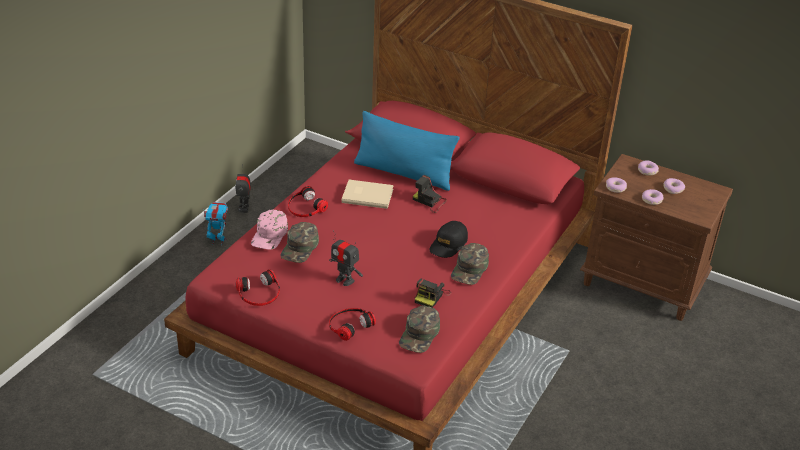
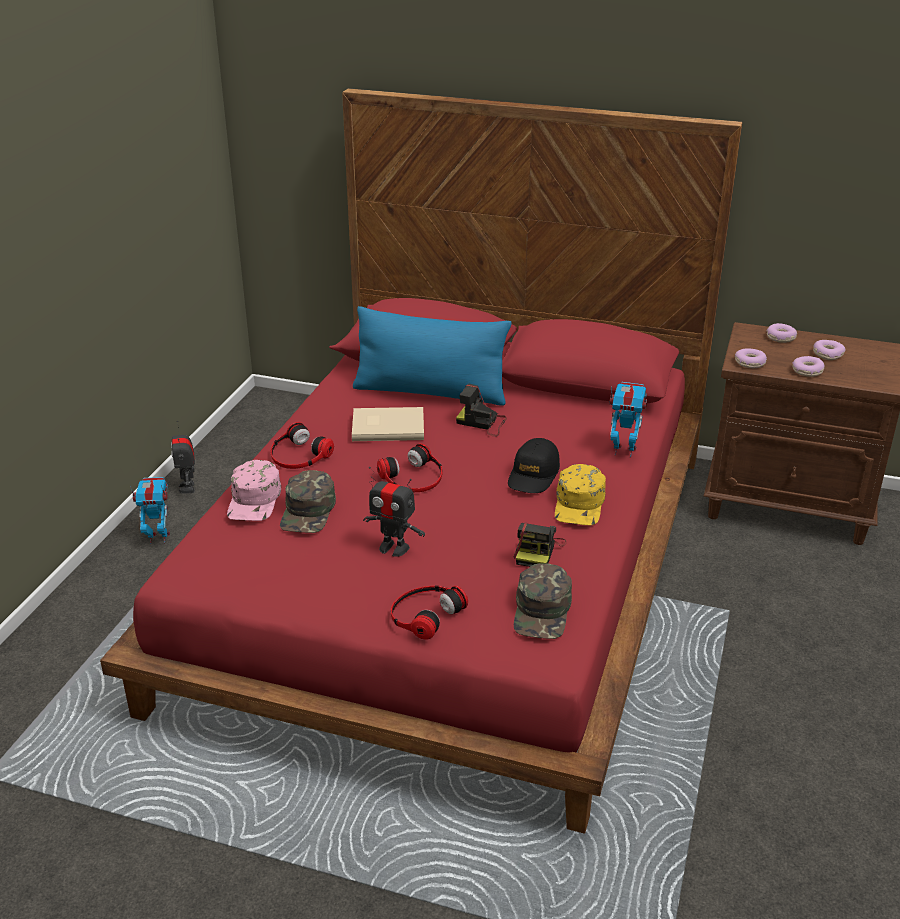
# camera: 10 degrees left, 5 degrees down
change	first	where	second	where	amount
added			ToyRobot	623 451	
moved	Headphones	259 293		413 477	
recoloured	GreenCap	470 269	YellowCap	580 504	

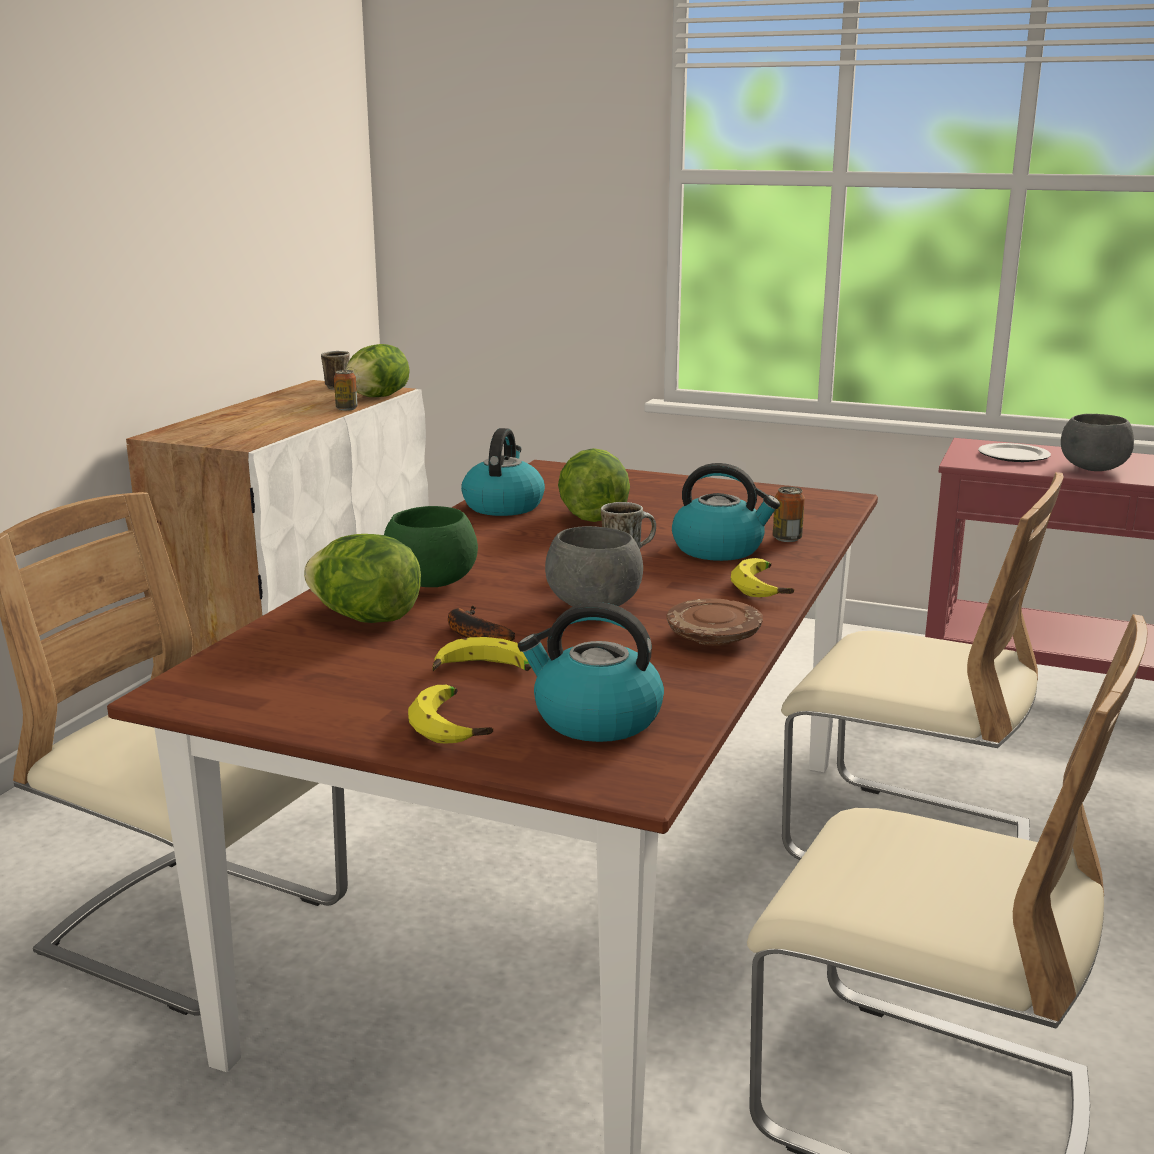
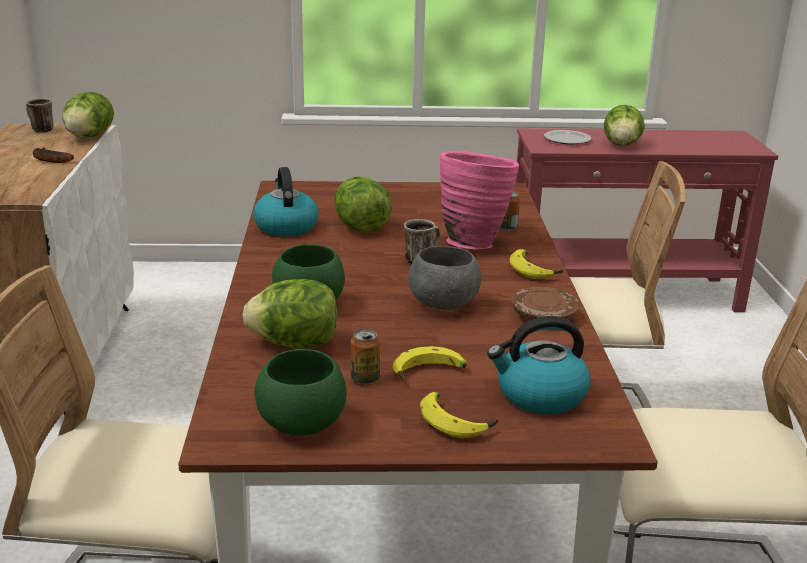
# camera: 25 degrees left, 5 degrees up
change	first	where	second	where	amount
added			GreenBowl	300 425	
moved	Can	346 409		365 379	
moved	Banana	472 633		48 160	
replaced	Kettle	719 549	PinkVase	474 243	
replaced	GreyBowl	1093 469	Lettuce	621 145	

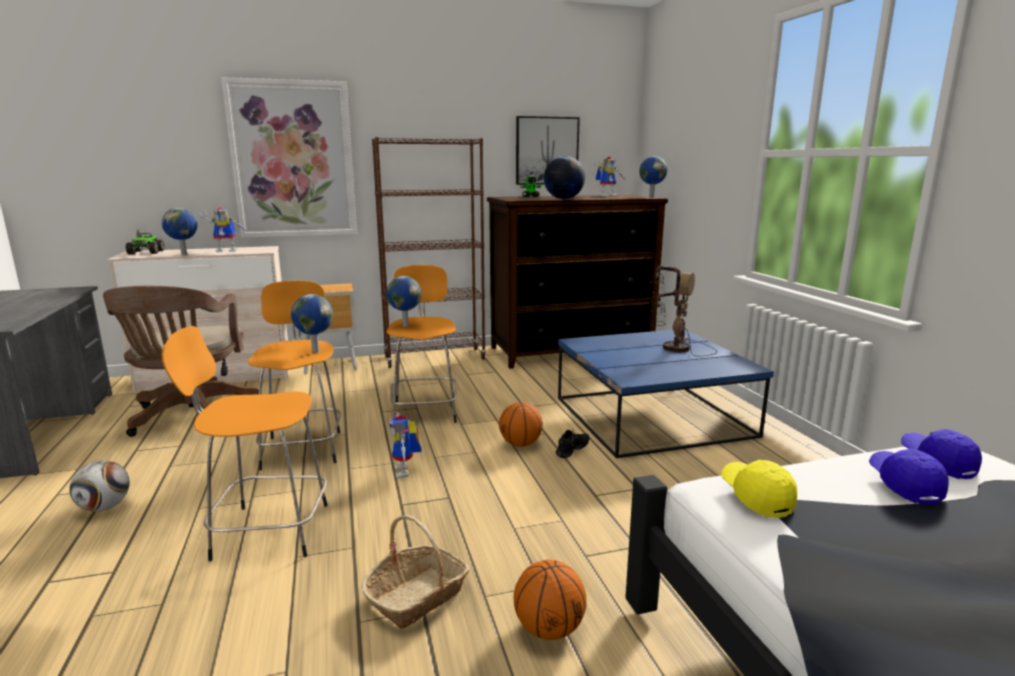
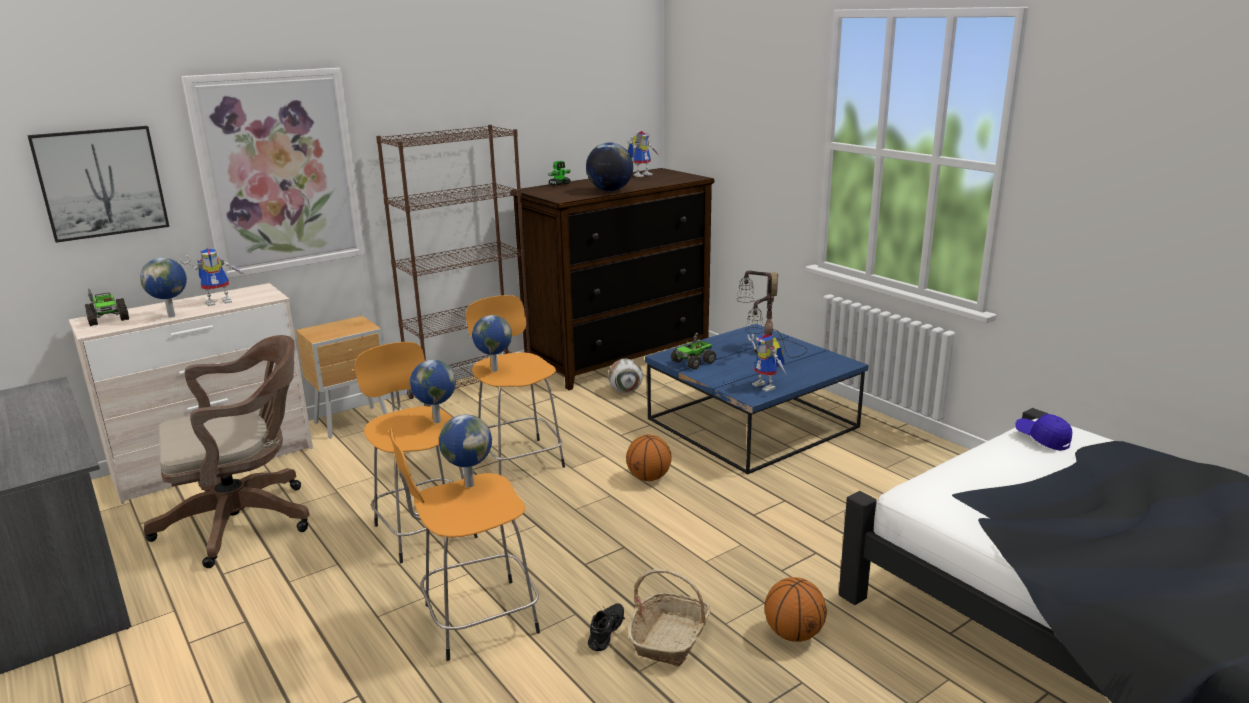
# camera: 20 degrees left, 5 degrees up
change	first	where	second	where	amount
removed	YellowCap	756 496			
removed	BlueCap	904 484			
added			ToyTruck	694 362	
moved	Football	105 507		626 391	
moved	ToyRobot	406 472		768 386	
moved	Picture	546 151		101 182	
moved	BlackShoe	573 451		608 634	
moved	Globe	651 197		469 484	
turned	BrownOfficeChair	192 417		245 520	90 degrees counterclockwise

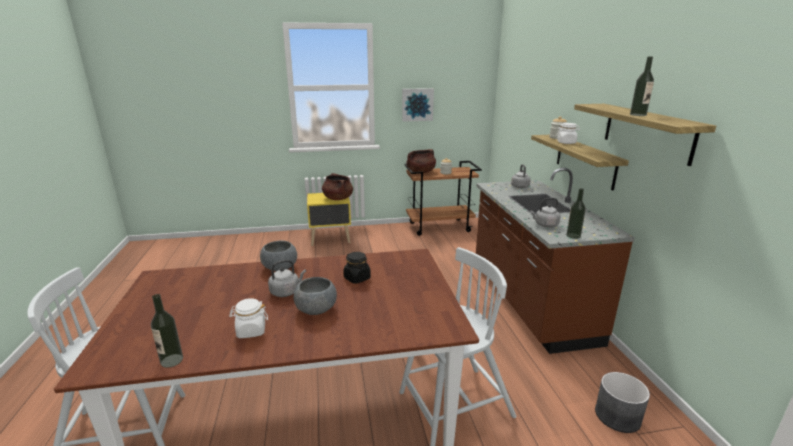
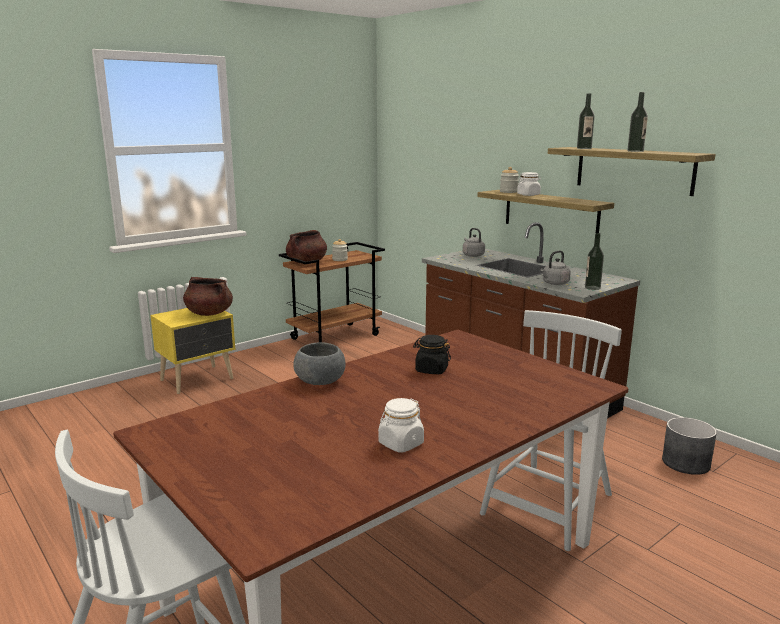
# camera: 30 degrees left, 5 degrees down
change	first	where	second	where	amount
removed	GreyKettle	286 292			
removed	GreyBowl	316 309			
removed	Picture	417 104			
moved	Bottle	172 360		584 148	

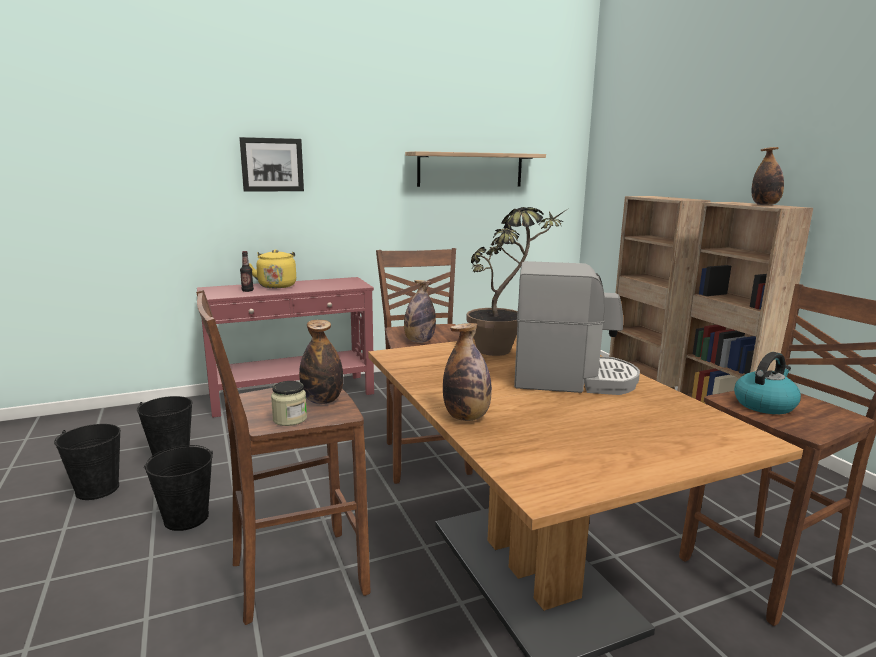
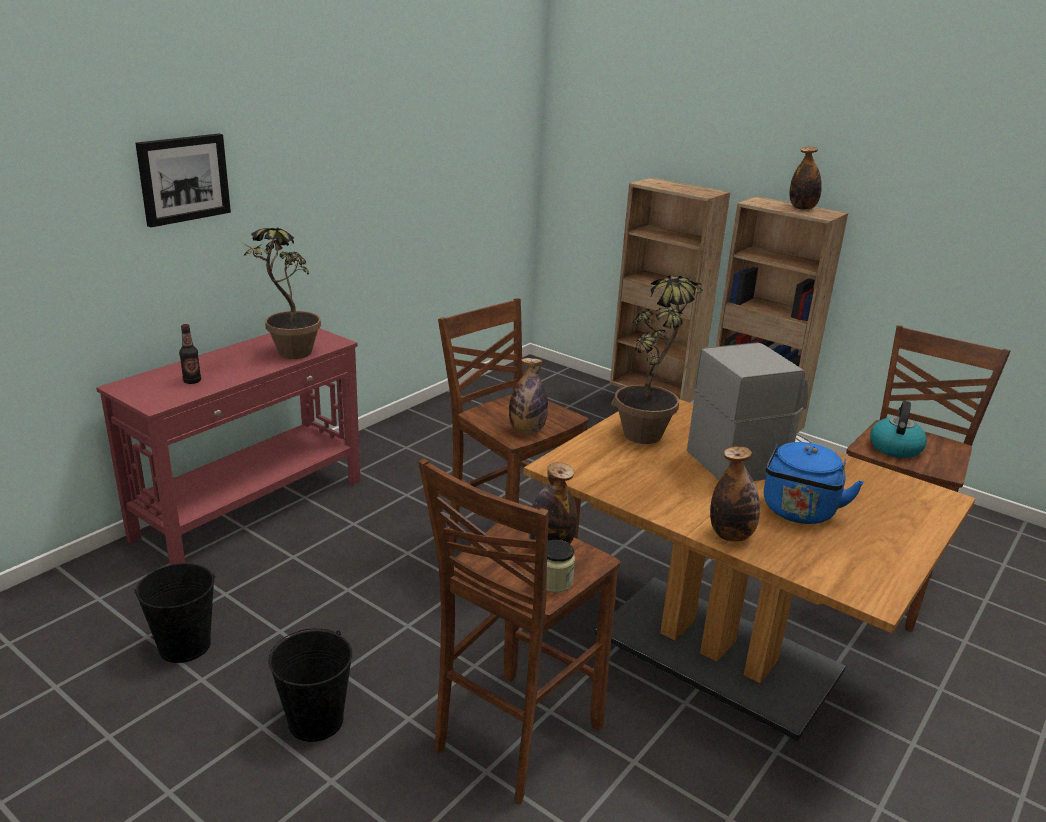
# camera: 30 degrees left, 10 degrees up
change	first	where	second	where	amount
removed	BlackBucket	97 489			
removed	YellowKettle	277 285			
removed	Shelf	470 169			
added			PottedPlant	288 357	
added			BlueKettle	798 513	

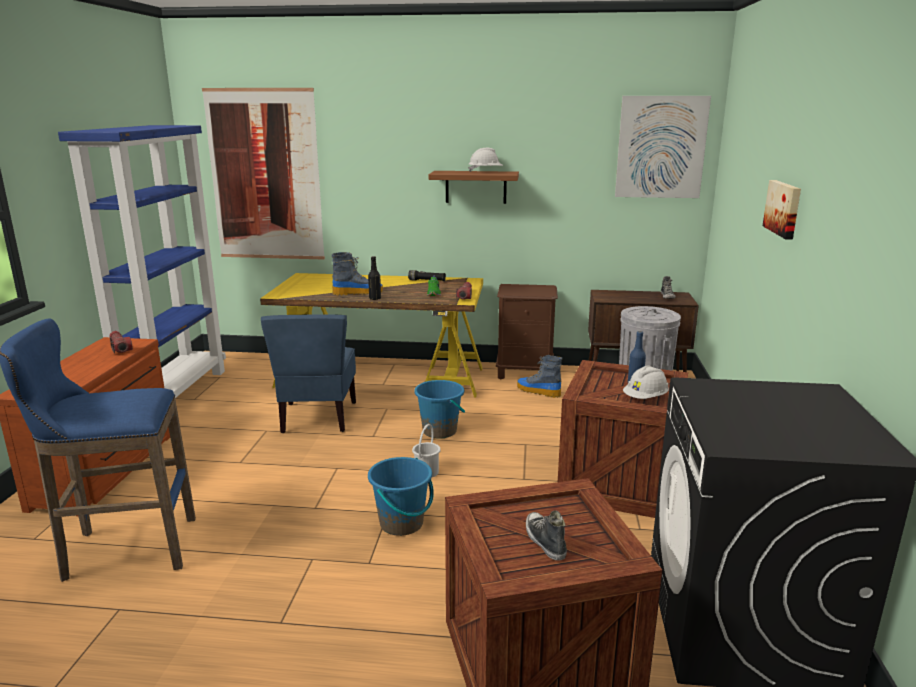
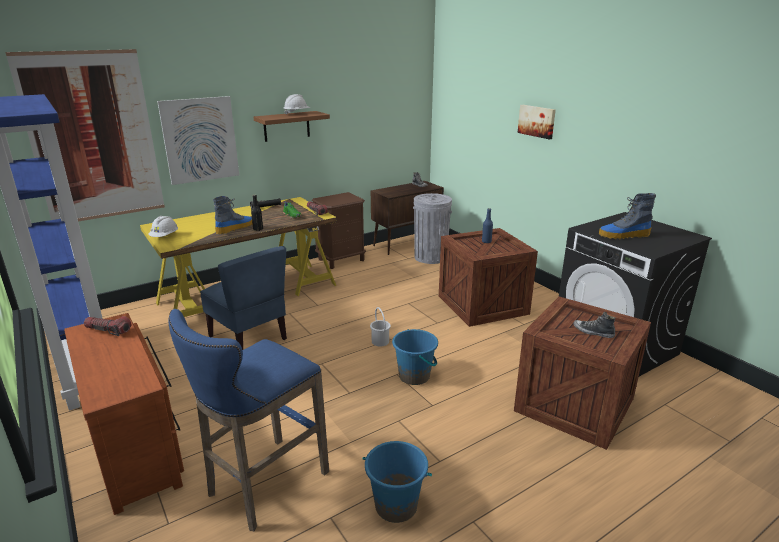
# camera: 40 degrees left, 5 degrees up
change	first	where	second	where	amount
moved	BlueBucket	440 431		396 505	
moved	Boot	537 391		624 235	
moved	Picture	661 147		200 140	
moved	WhiteHardHat	645 398		165 237	

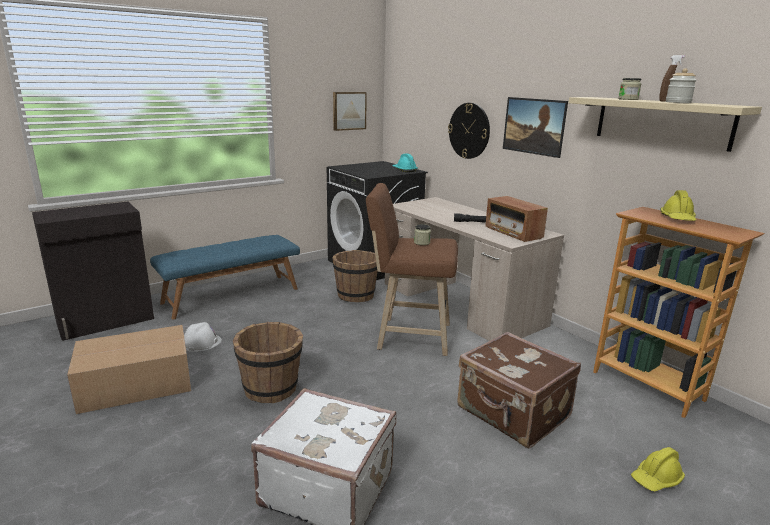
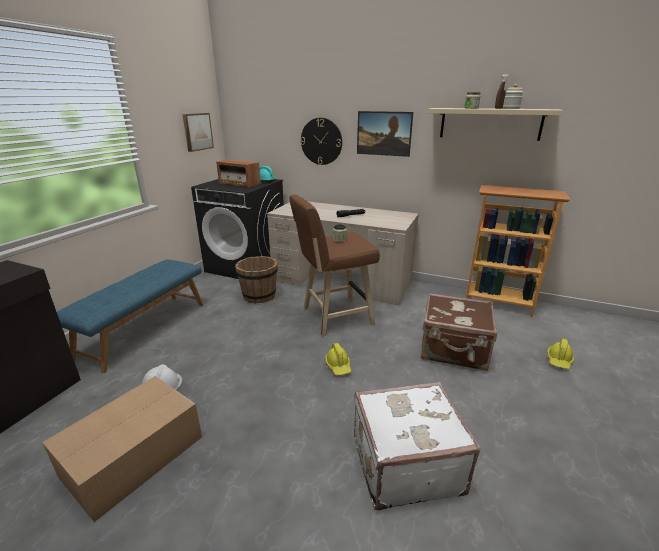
# camera: 30 degrees left, 5 degrees up
change	first	where	second	where	amount
removed	BrownBucket	271 388			
moved	Radio	513 233		239 183	
moved	YellowHardHat	677 219		338 366	

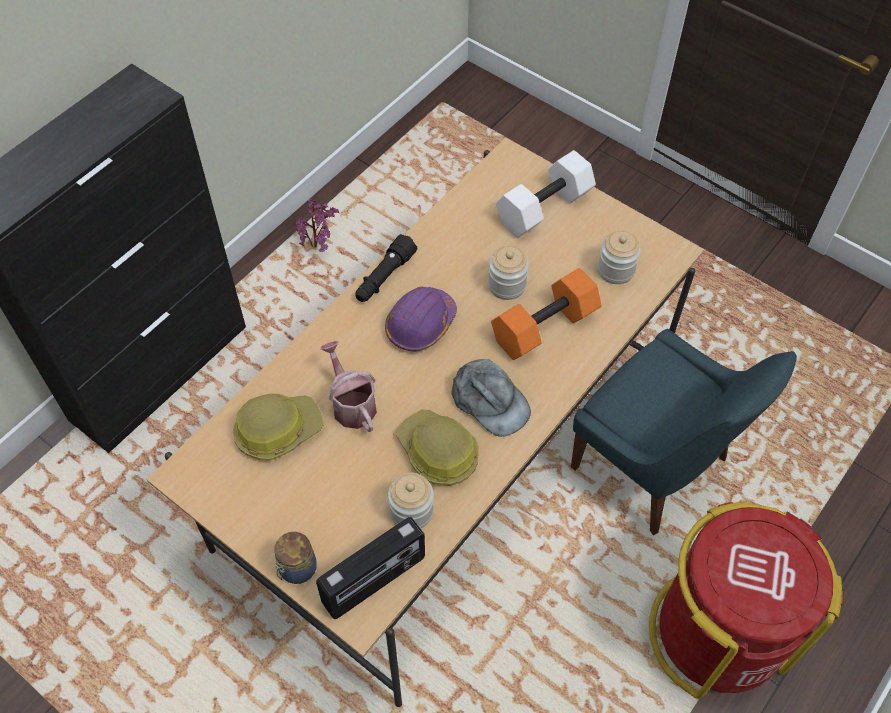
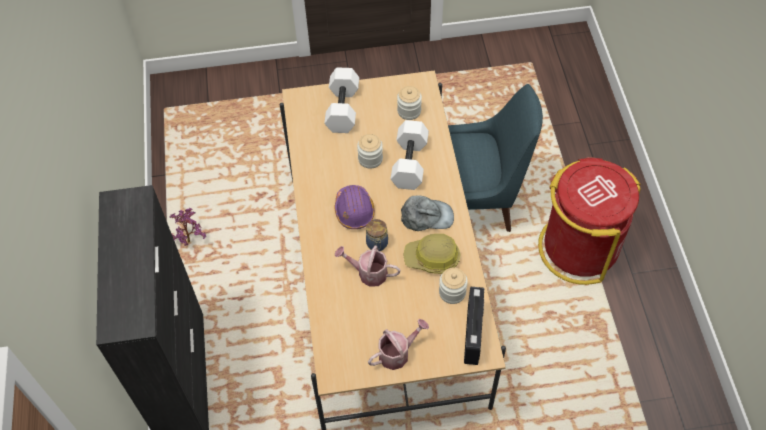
# camera: 45 degrees left, 0 degrees up
change	first	where	second	where	amount
removed	HardHat	277 430			
removed	BlackFlashlight	384 277			
added			WateringCan	397 353	
moved	Jar	296 569		377 244	
recoloured	OrangeDumbbell	544 328	WhiteDumbbell	410 164	

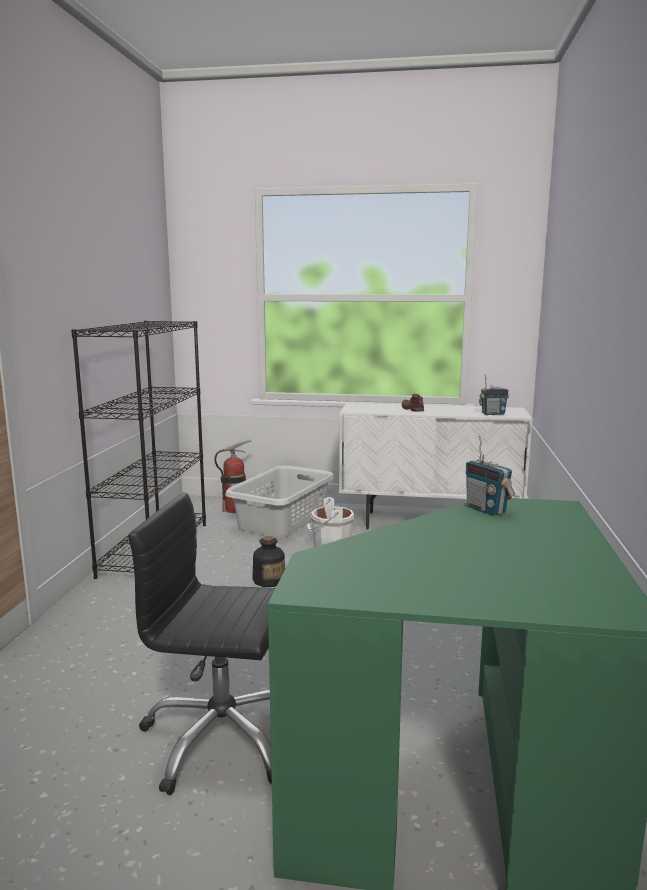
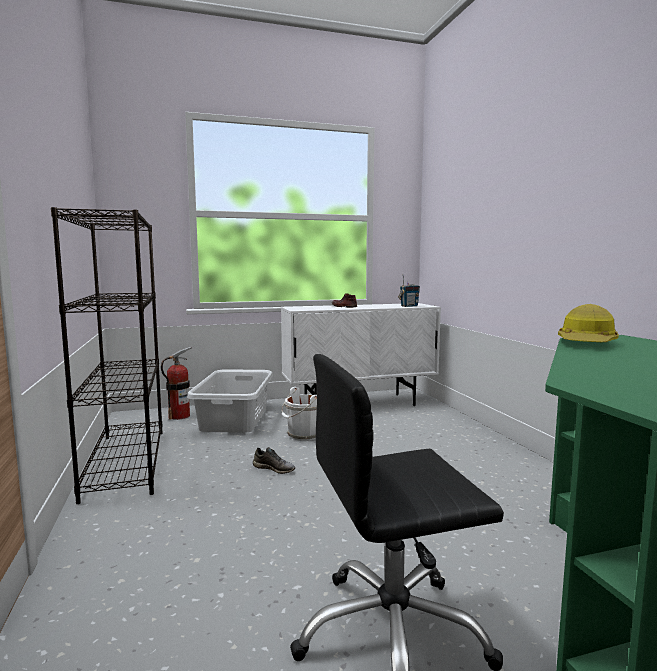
# camera: 25 degrees left, 5 degrees down
change	first	where	second	where	amount
replaced	Bottle	269 580	GreyShoe	274 469	
replaced	Radio	486 510	HardHat	587 343	

